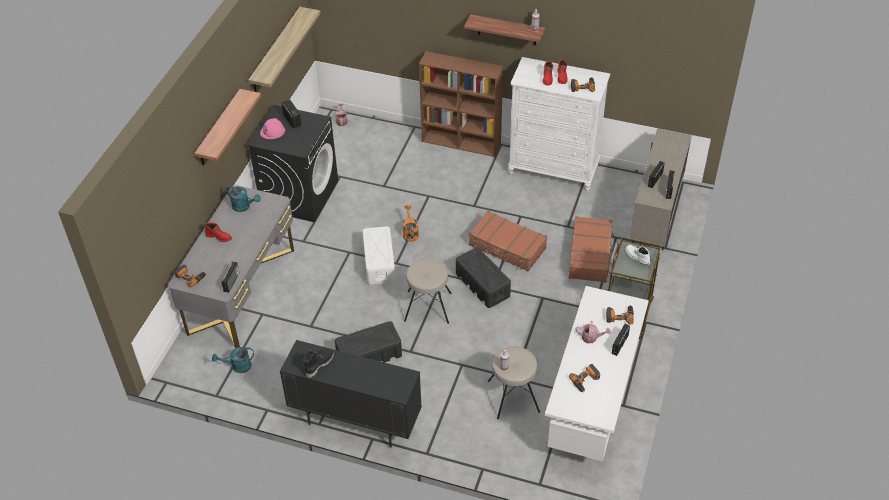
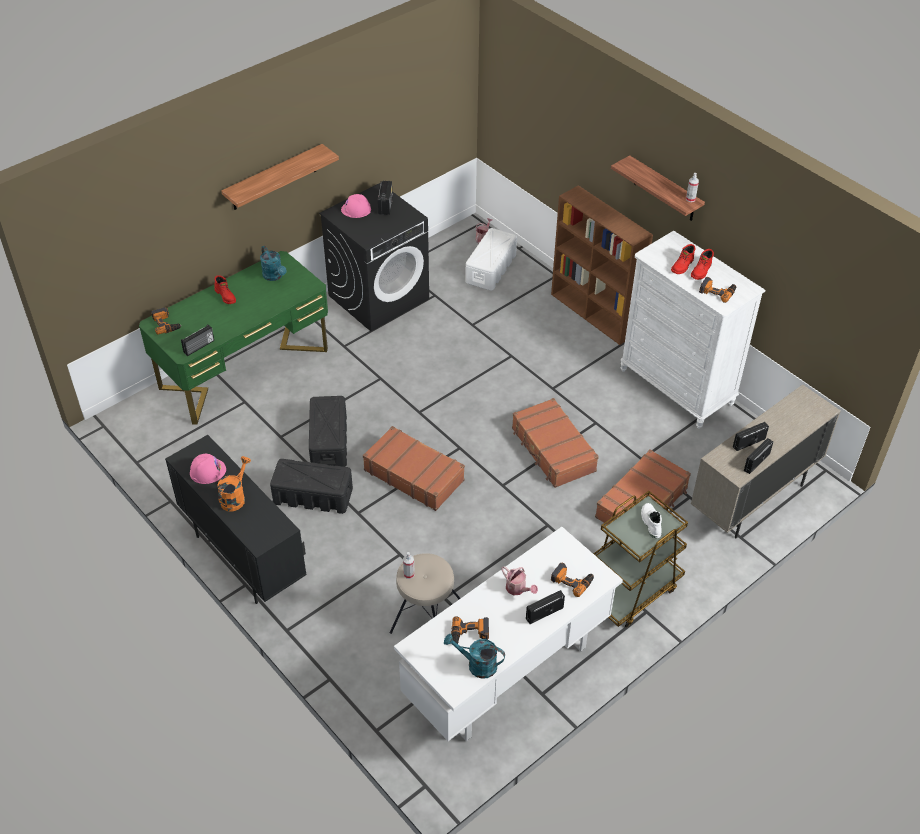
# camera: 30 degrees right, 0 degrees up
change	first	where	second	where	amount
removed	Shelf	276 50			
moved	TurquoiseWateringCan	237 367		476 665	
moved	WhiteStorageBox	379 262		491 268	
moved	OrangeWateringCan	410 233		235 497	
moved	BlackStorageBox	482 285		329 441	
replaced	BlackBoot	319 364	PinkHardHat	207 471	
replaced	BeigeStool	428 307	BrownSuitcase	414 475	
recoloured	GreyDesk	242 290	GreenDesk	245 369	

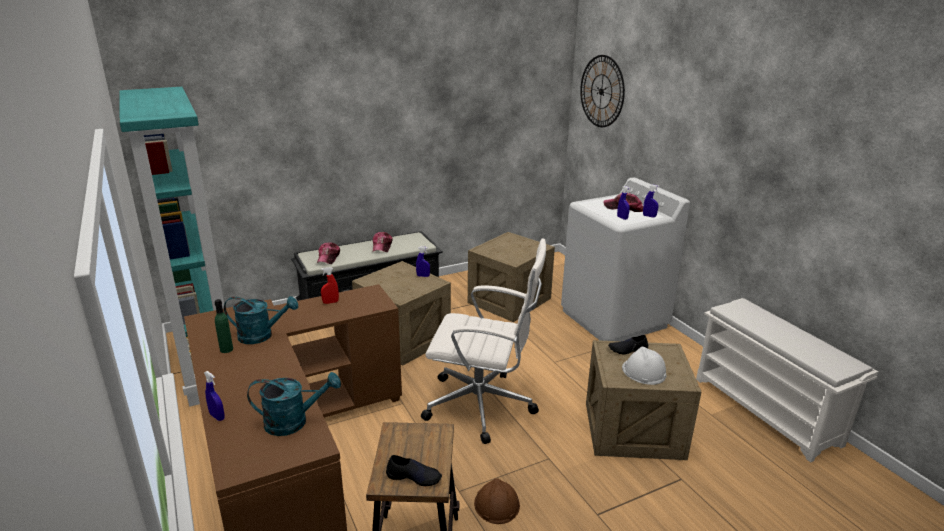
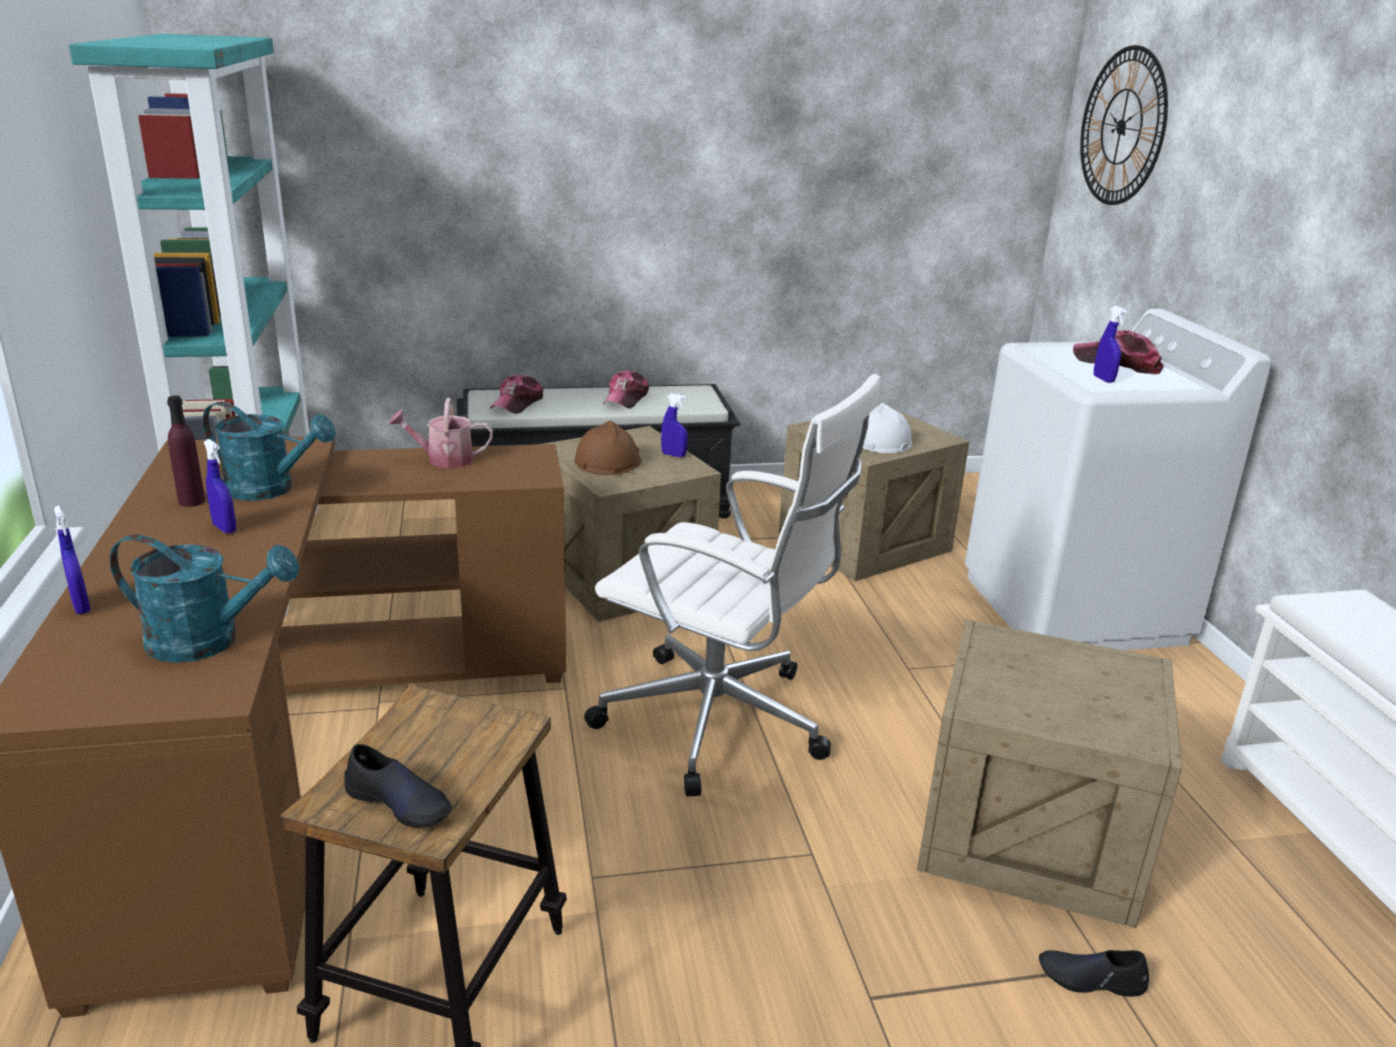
# camera: 15 degrees right, 0 degrees up
change	first	where	second	where	amount
moved	BrownHardHat	496 504		607 461	
moved	BlackShoe	627 350		1090 979	
moved	WhiteHardHat	643 371		880 441	
moved	BlueSprayBottle	649 216		224 528	
replaced	RedSprayBottle	330 302	WateringCan	443 460	
recoloured	GreenBottle	226 349	PurpleBottle	192 501	

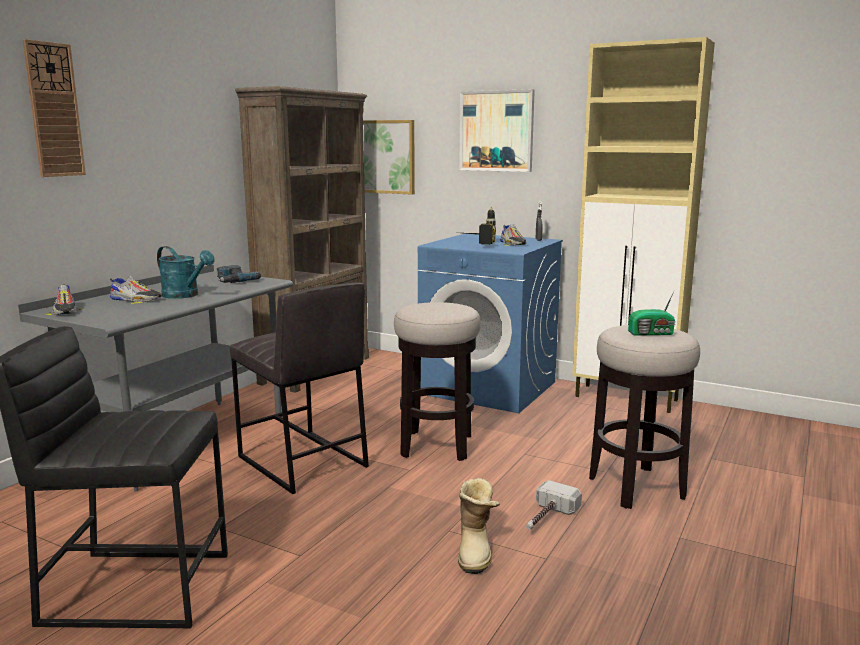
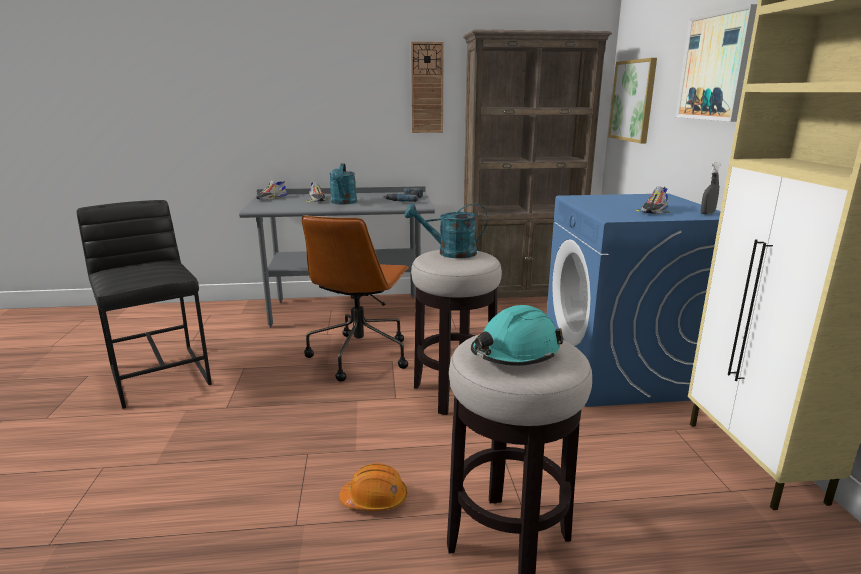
# camera: 55 degrees right, 5 degrees up
change	first	where	second	where	amount
removed	Boot	476 551			
removed	PowerDrill	474 244			
added			TurquoiseWateringCan	450 253	
moved	WallClock	54 110		427 88	
replaced	GreyStool	301 462	BrownOfficeChair	360 355	
replaced	Hammer	546 518	OrangeHardHat	374 499	
replaced	Radio	652 333	TurquoiseHardHat	515 353	

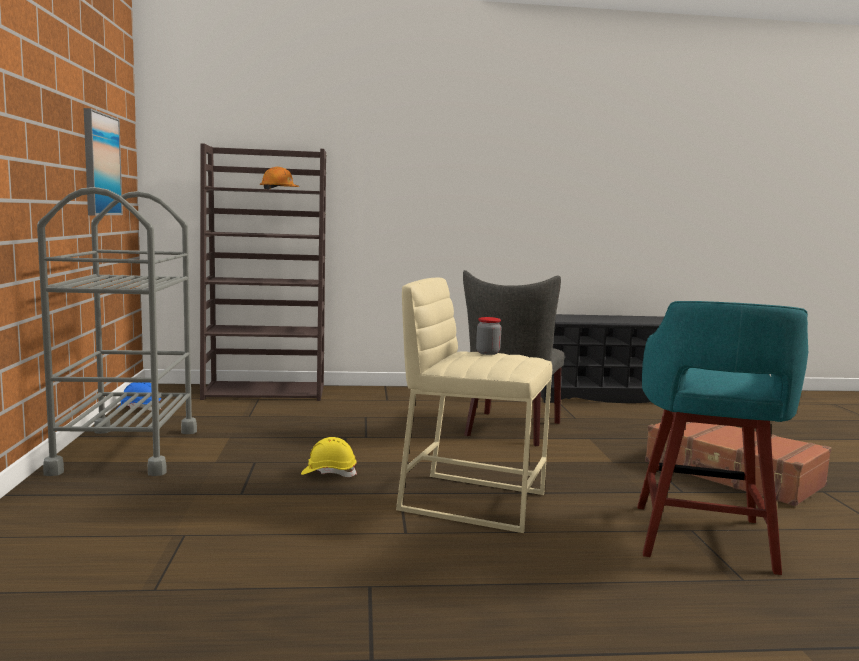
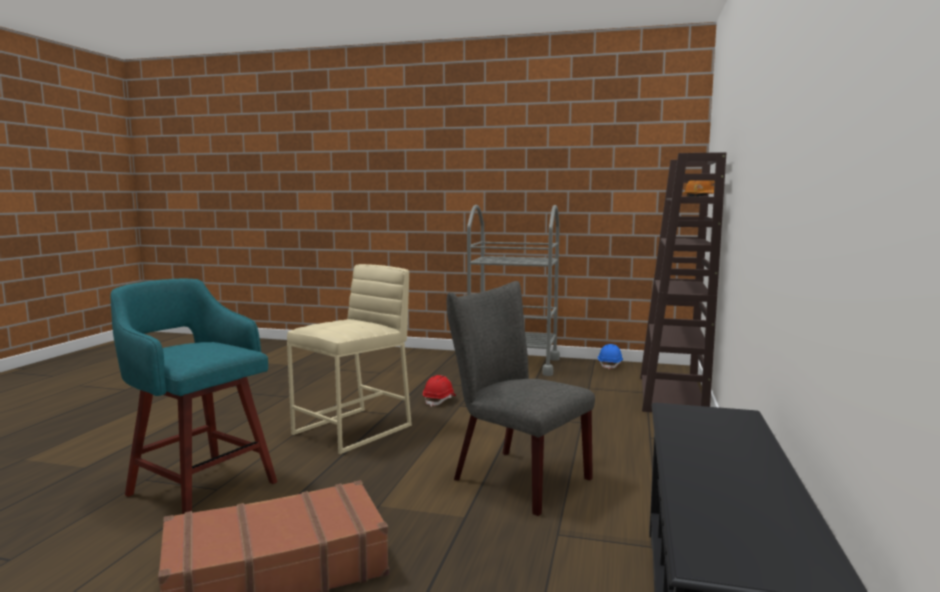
# camera: 110 degrees right, 0 degrees up
change	first	where	second	where	amount
removed	Picture	101 165			
removed	Jar	487 353			
recoloured	YellowHardHat	329 473	RedHardHat	439 400	

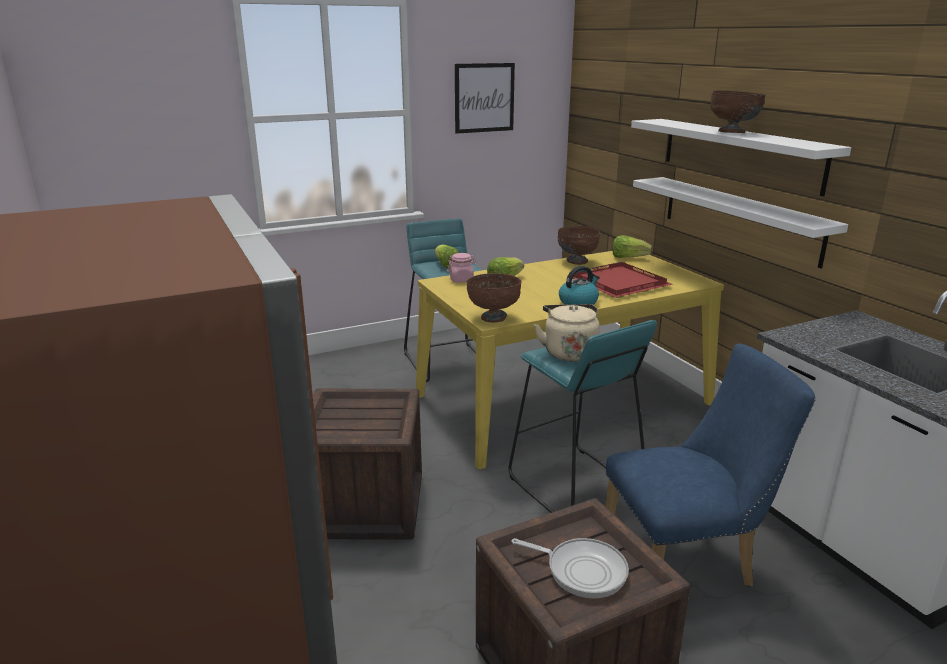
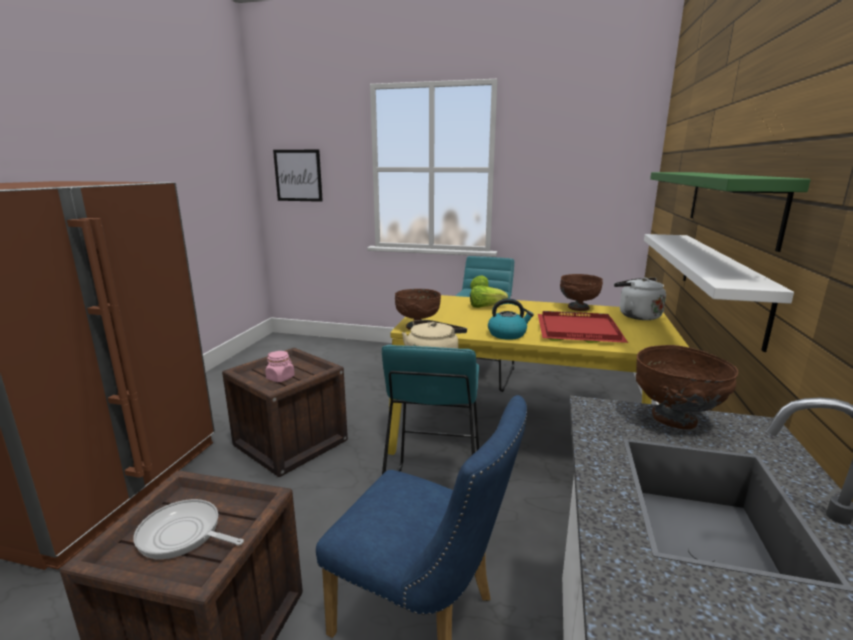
# camera: 40 degrees right, 5 degrees down
change	first	where	second	where	amount
moved	PinkJar	462 280		280 378	
moved	Picture	484 98		298 175	
moved	BrownBowl	732 132		674 420	
replaced	Lettuce	628 258	WhiteKettle	636 315	
recoloured	WhiteShelf	739 153	GreenShelf	730 203	
turned	FryingPan	582 570		183 535	135 degrees clockwise

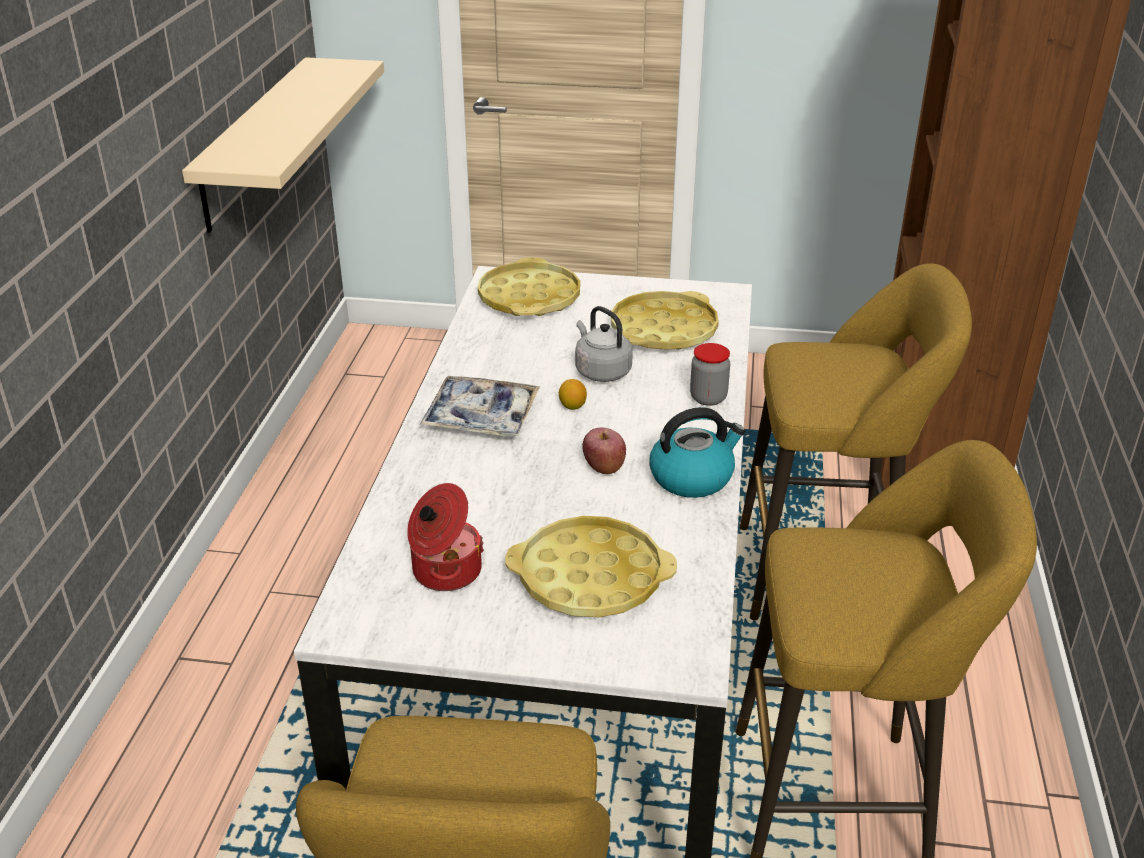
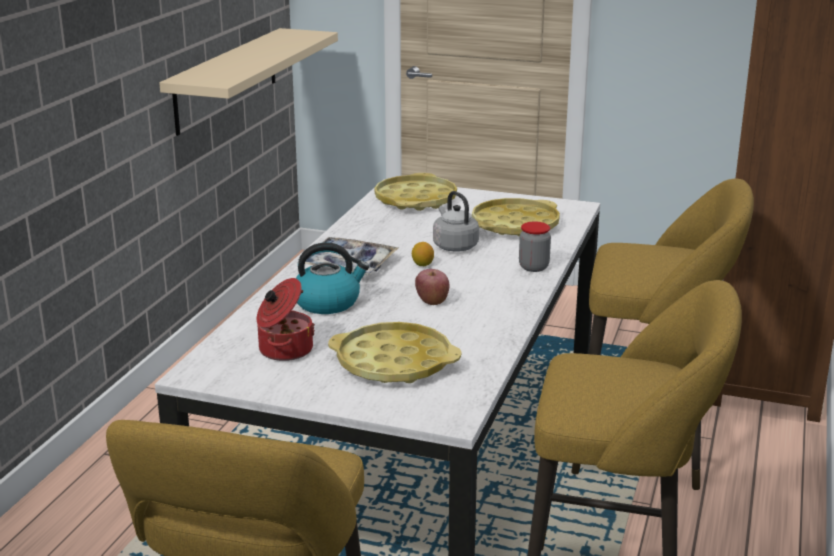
# camera: 10 degrees right, 10 degrees down
change	first	where	second	where	amount
moved	Kettle	692 477		328 302	

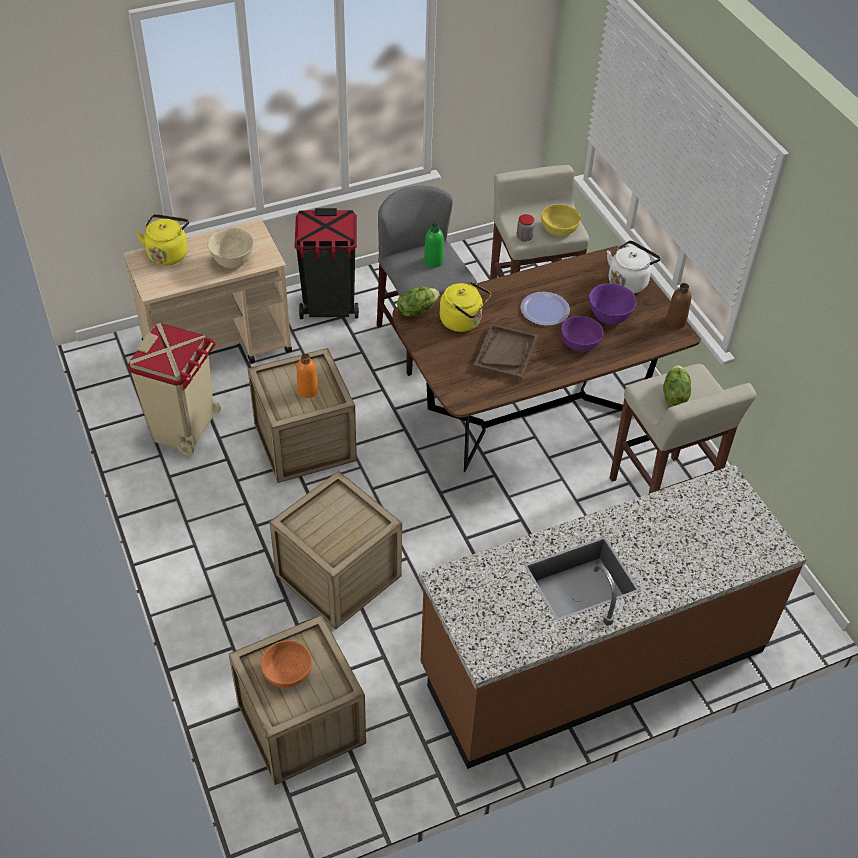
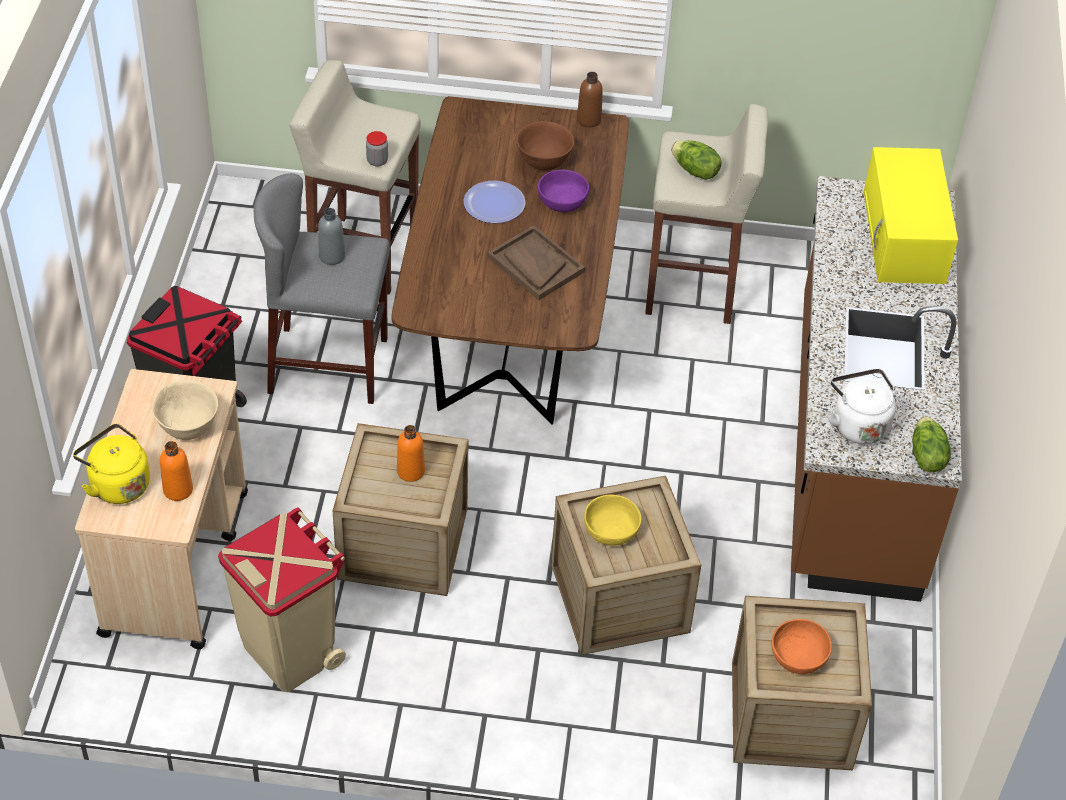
# camera: 60 degrees left, 0 degrees up
change	first	where	second	where	amount
removed	YellowKettle	463 321			
added			OrangeBottle	178 490	
added			YellowMicrowave	905 238	
moved	Lettuce	417 310		926 456	
moved	YellowBowl	559 228		611 530	
moved	WhiteKettle	628 281		858 424	
recoloured	GreenBottle	433 261	GreyBottle	332 256	
recoloured	PurpleBowl	609 317	BrownBowl	543 162	

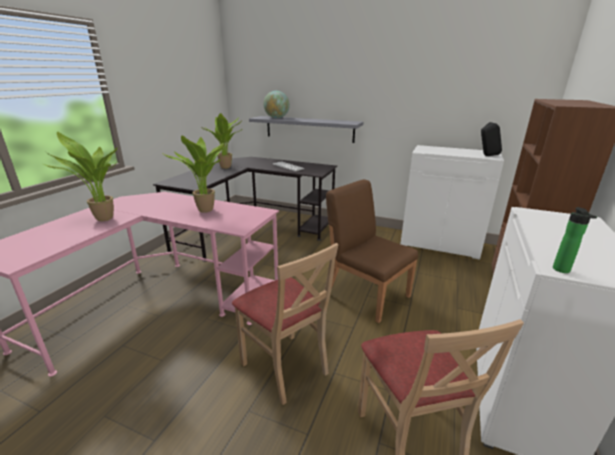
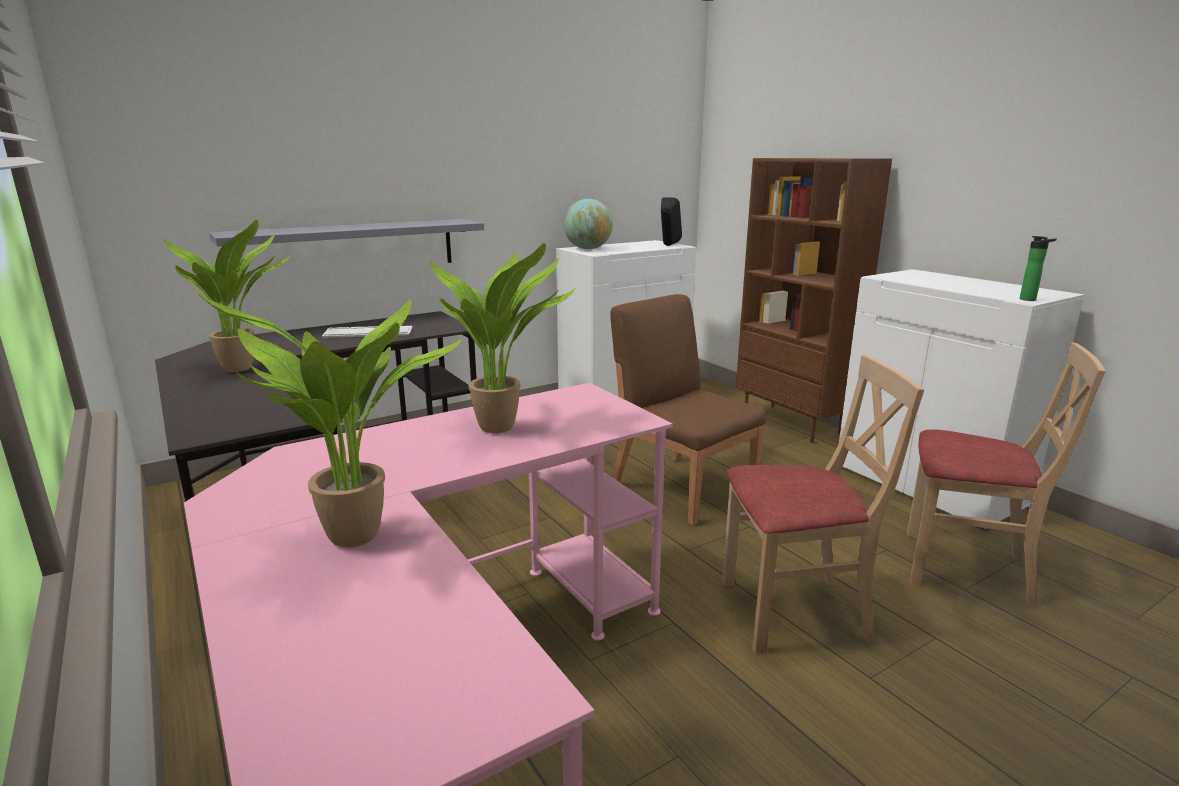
# camera: 55 degrees left, 5 degrees down
change	first	where	second	where	amount
moved	Globe	277 118		588 249	
turned	BrownChair	366 294		682 487	60 degrees clockwise

